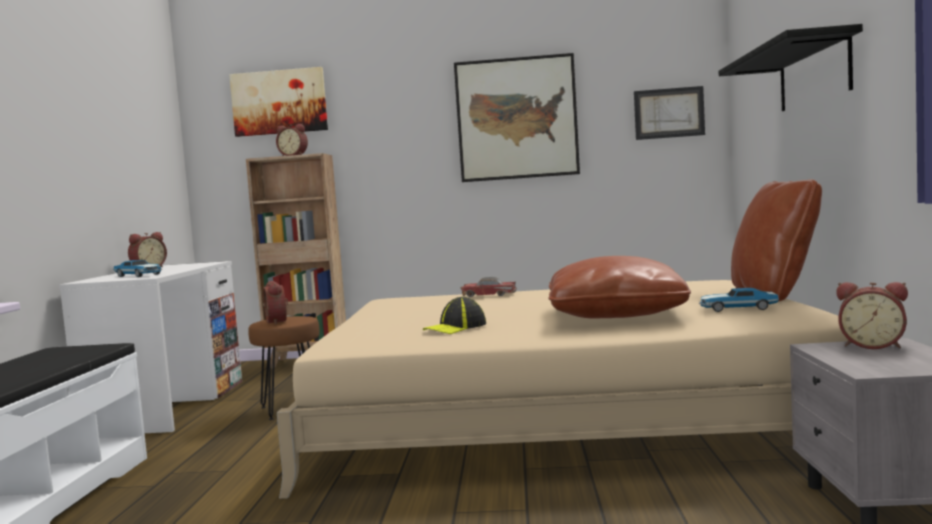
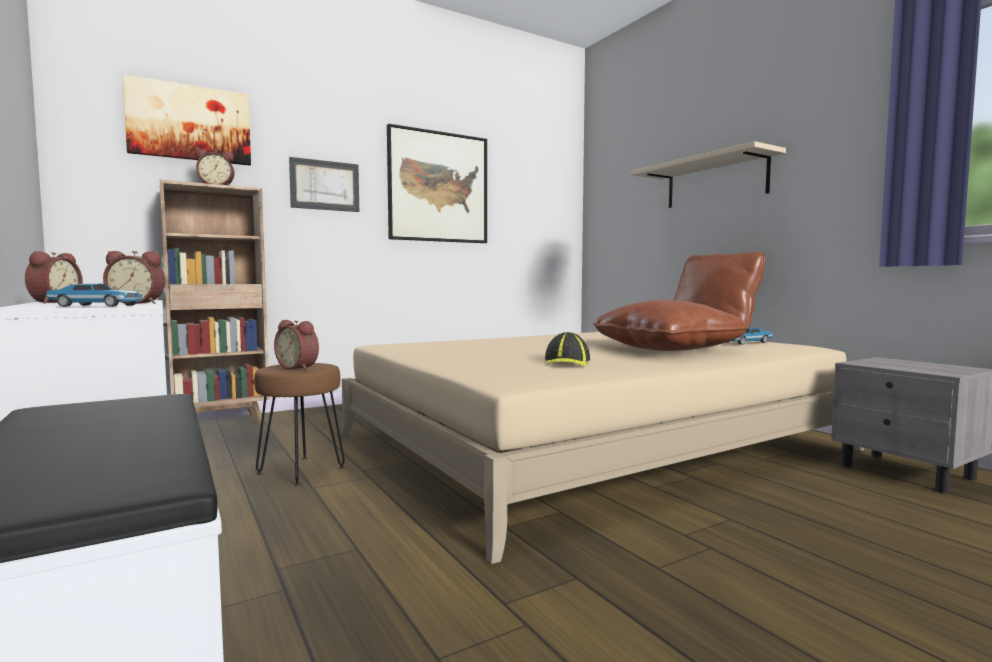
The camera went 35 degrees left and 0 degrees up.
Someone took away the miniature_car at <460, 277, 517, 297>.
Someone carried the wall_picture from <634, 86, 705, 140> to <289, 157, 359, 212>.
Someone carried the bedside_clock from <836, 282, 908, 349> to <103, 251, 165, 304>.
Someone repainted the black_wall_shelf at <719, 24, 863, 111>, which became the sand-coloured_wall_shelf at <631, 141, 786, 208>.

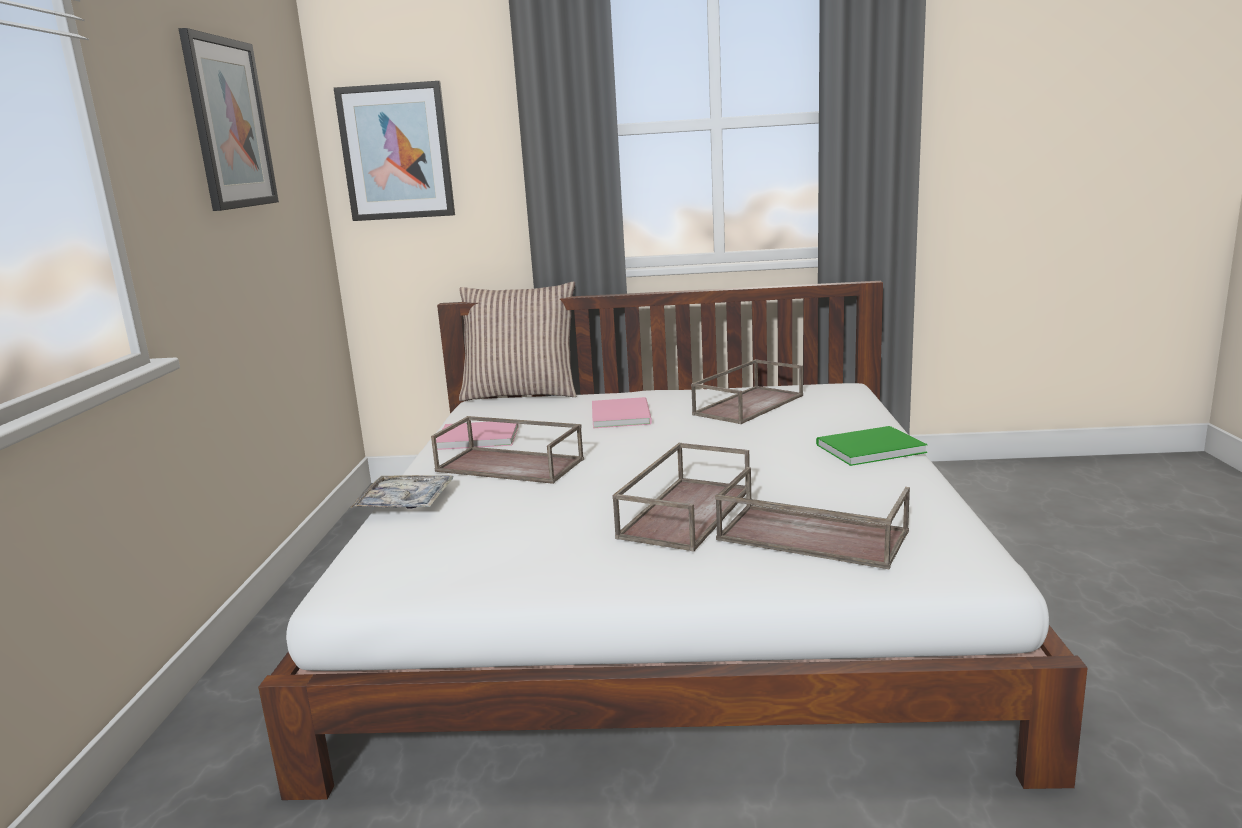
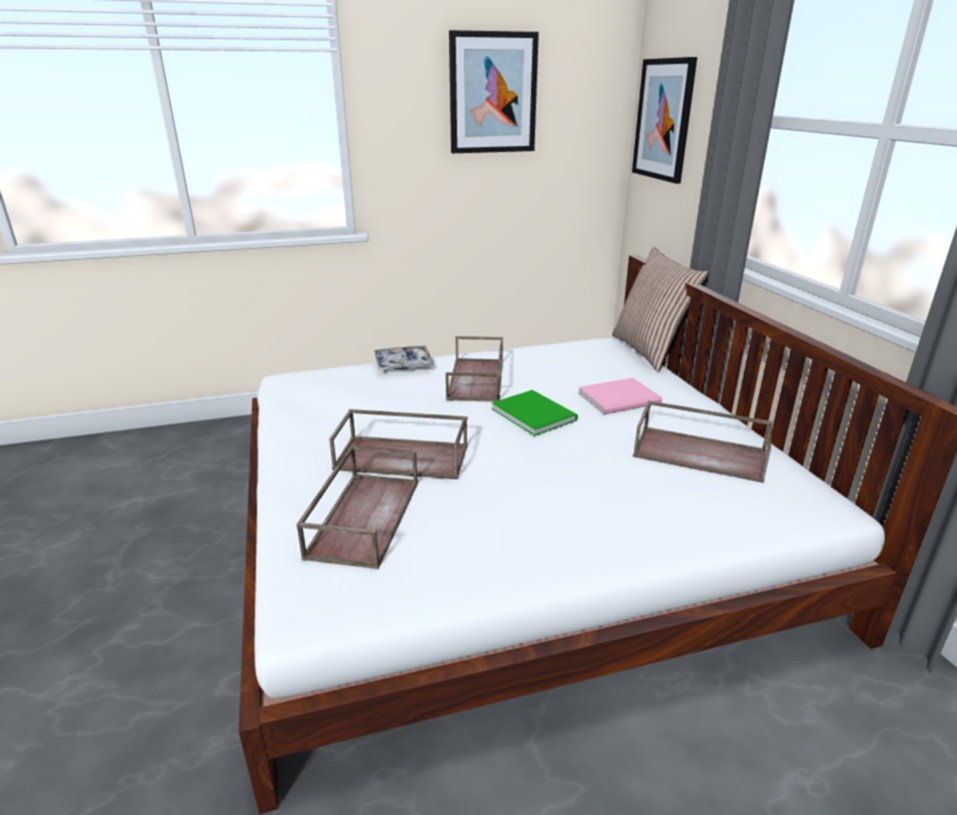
The camera went 70 degrees right and 10 degrees up.
Someone took away the pink-coloured_bound_book at <436, 422, 518, 450>.
Someone carried the greenish_bound_book from <816, 426, 927, 466> to <492, 390, 578, 436>.

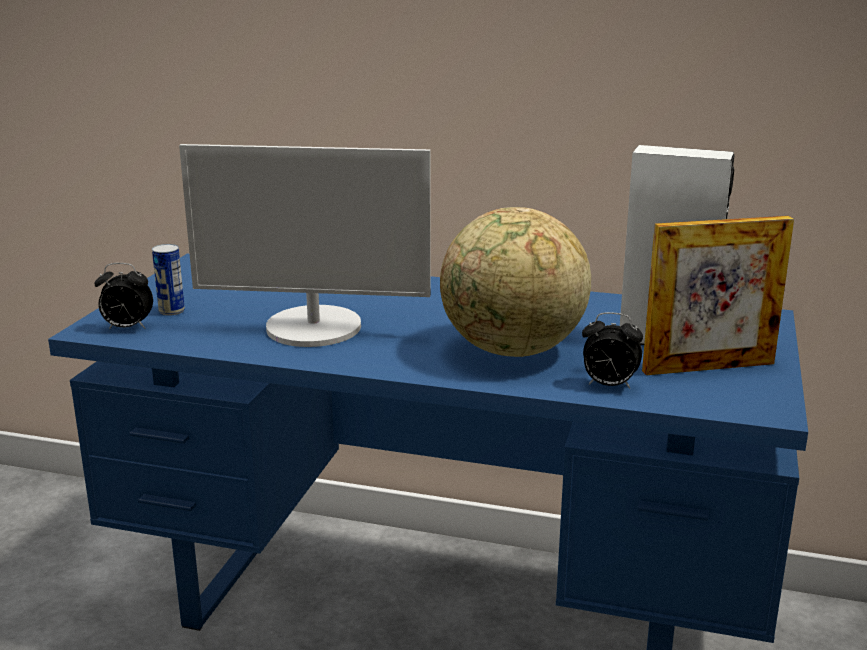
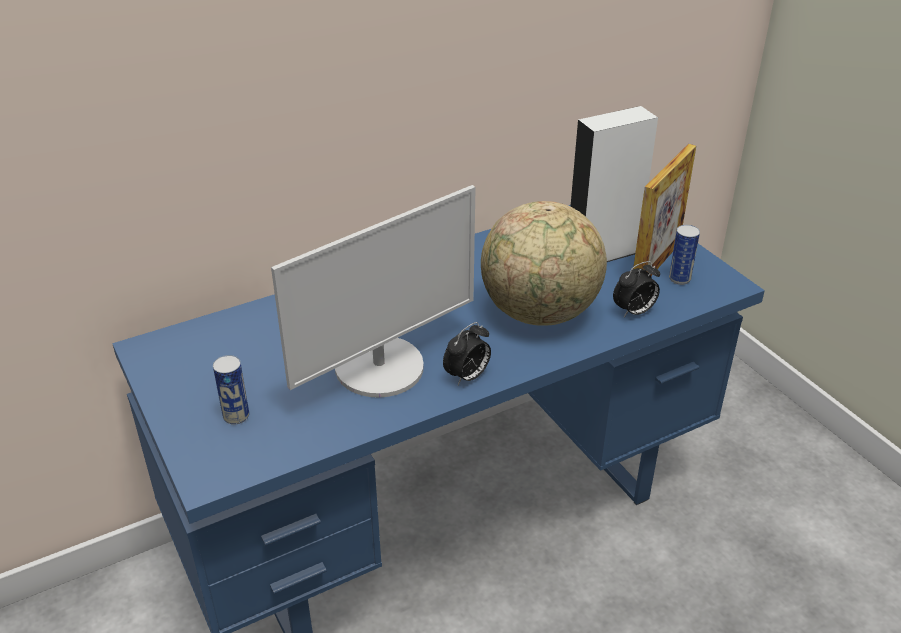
The camera went 45 degrees left and 15 degrees up.
Someone put down the sealed_can at <669, 225, 700, 285>.
Someone carried the bedside_clock from <94, 263, 153, 329> to <443, 322, 491, 385>.

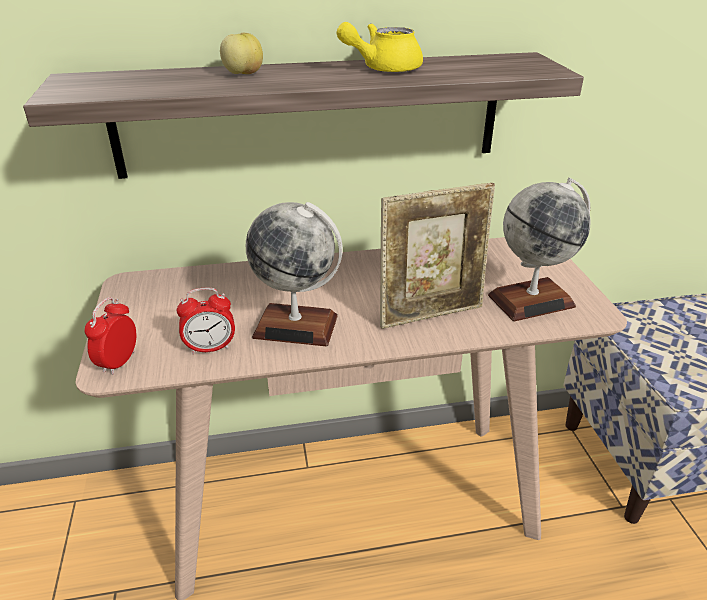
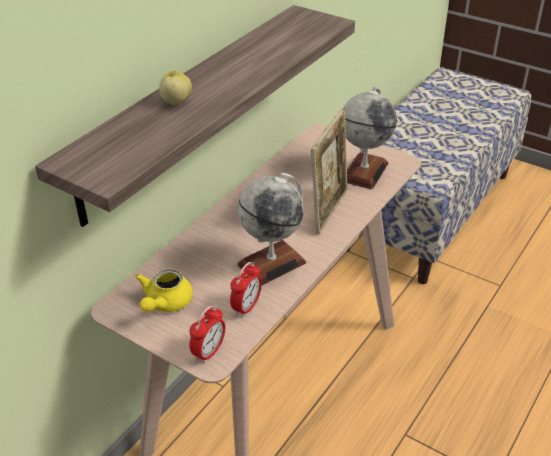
The camera went 45 degrees left and 5 degrees up.
Someone carried the yellowish_teapot from <336, 22, 423, 73> to <135, 269, 193, 312>.
Someone rotated the bedside_clock at <84, 297, 137, 375> by 120 degrees counterclockwise.

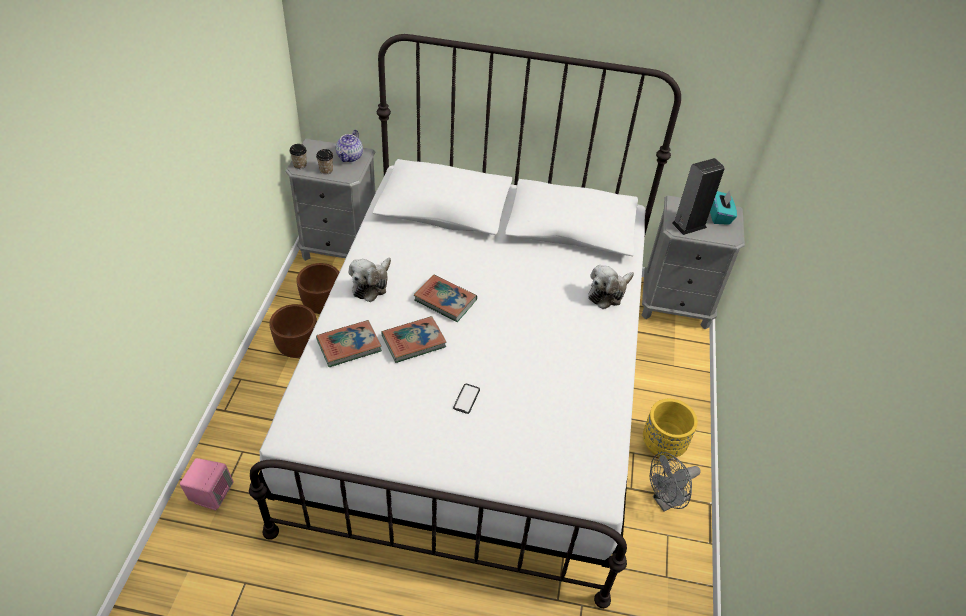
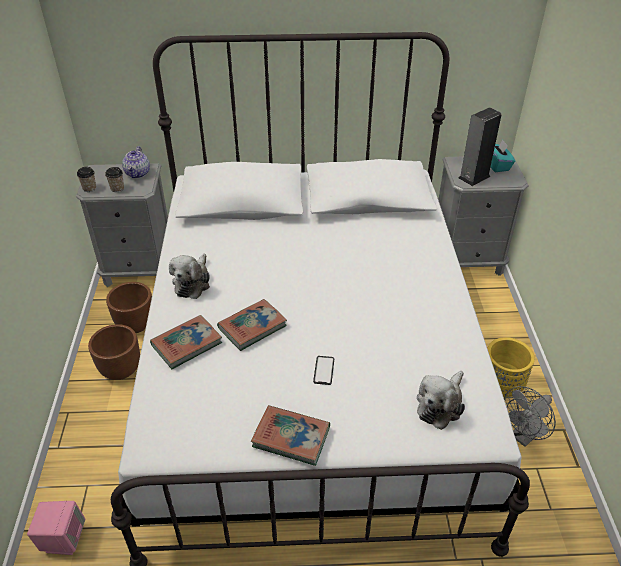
The camera went 10 degrees left and 5 degrees down.
Someone carried the bound_book from <414, 275, 477, 322> to <251, 405, 330, 466>.
Someone carried the cuddly_toy from <588, 265, 634, 309> to <417, 371, 465, 430>.

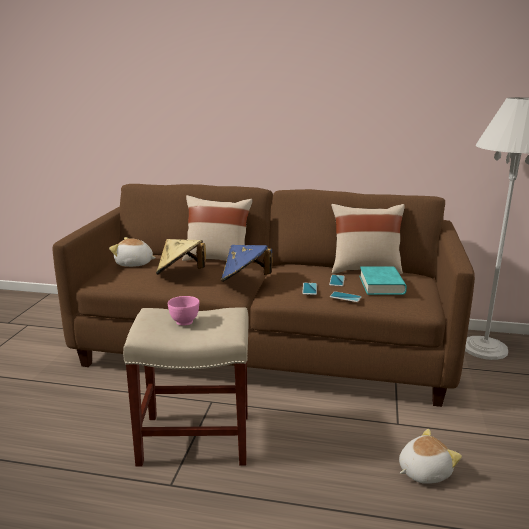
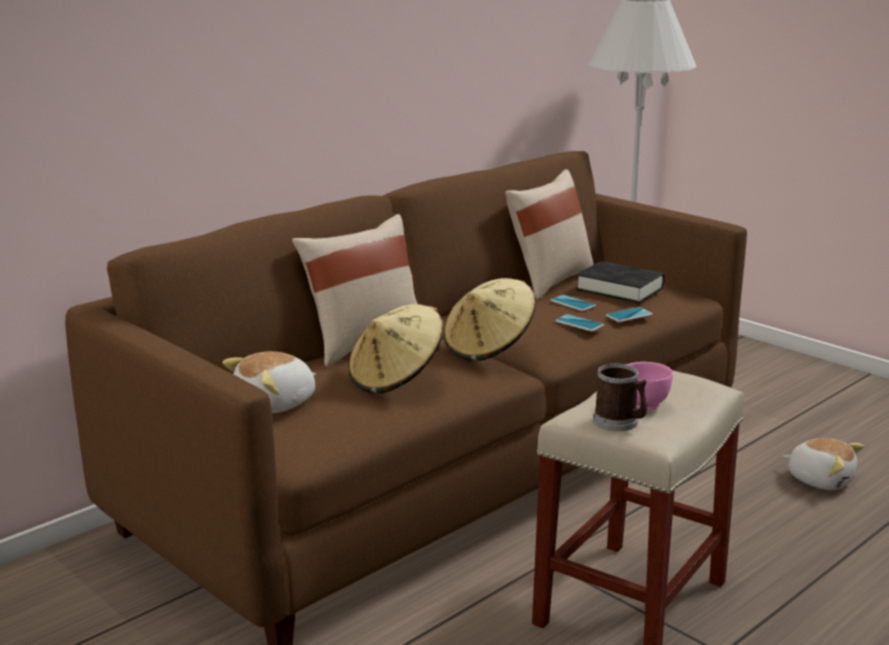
The camera went 55 degrees left and 0 degrees up.
Someone put down the tea_mug at <593, 364, 647, 431>.
Someone repainted the blue_wearable_hat at <221, 245, 272, 282>, which became the sand-coloured_wearable_hat at <444, 278, 536, 361>.
Someone repainted the turquoise_bound_book at <359, 267, 407, 295>, which became the black_bound_book at <576, 261, 665, 303>.
Someone rotated the cuddly_toy at <399, 429, 462, 484> by 120 degrees clockwise.

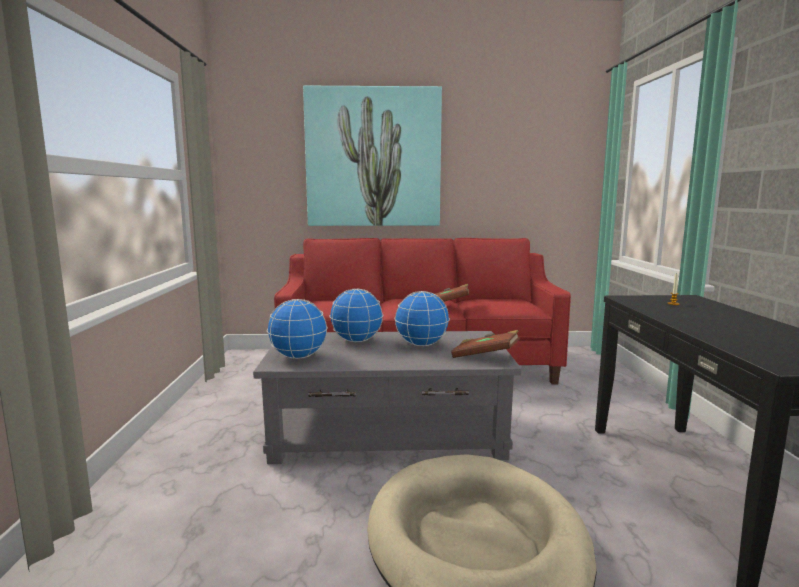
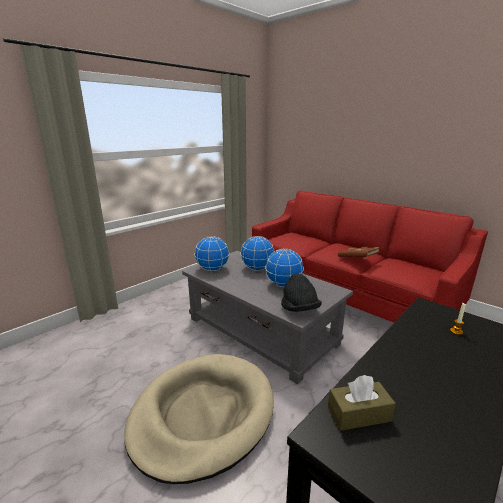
The camera went 45 degrees right and 10 degrees up.
Someone took away the wall_picture at <303, 86, 442, 226>.
Someone put down the brown_box_of_tissues at <328, 375, 396, 431>.
Someone swapped the brown_bound_book at <451, 330, 520, 358> for the black_wearable_hat at <281, 273, 322, 312>.

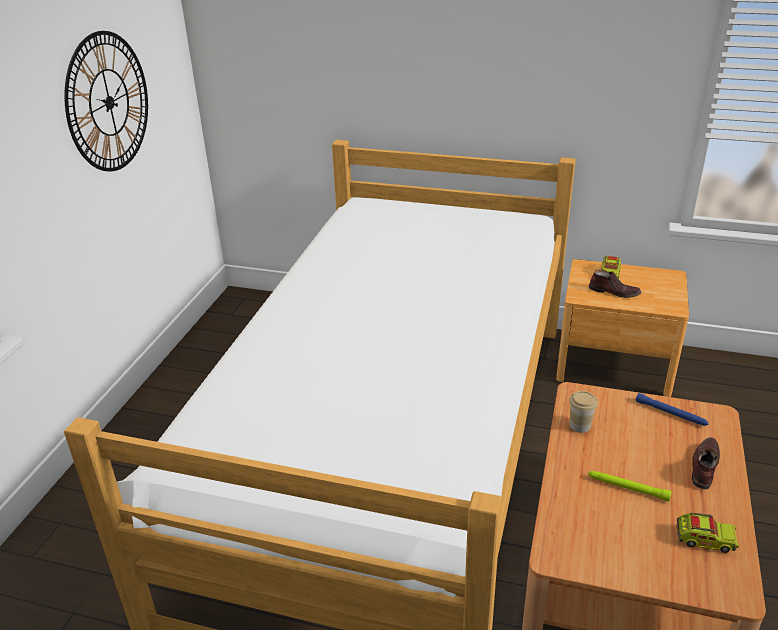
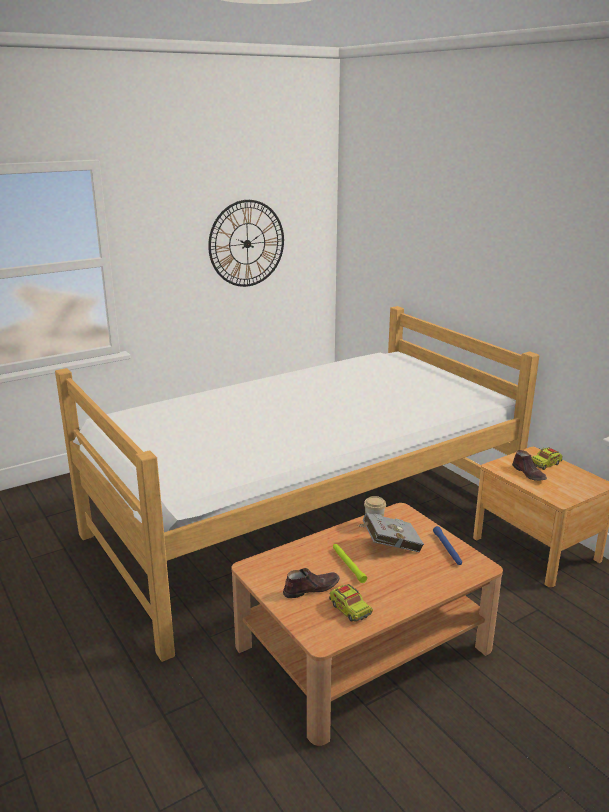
The camera went 40 degrees right and 10 degrees down.
Someone put down the greyish_bound_book at <359, 513, 424, 553>.
Someone carried the brown_item_of_footwear from <692, 438, 720, 490> to <283, 568, 340, 598>.

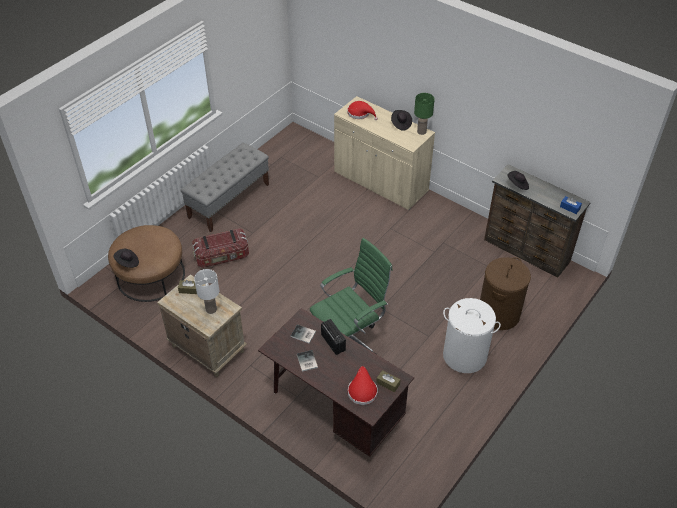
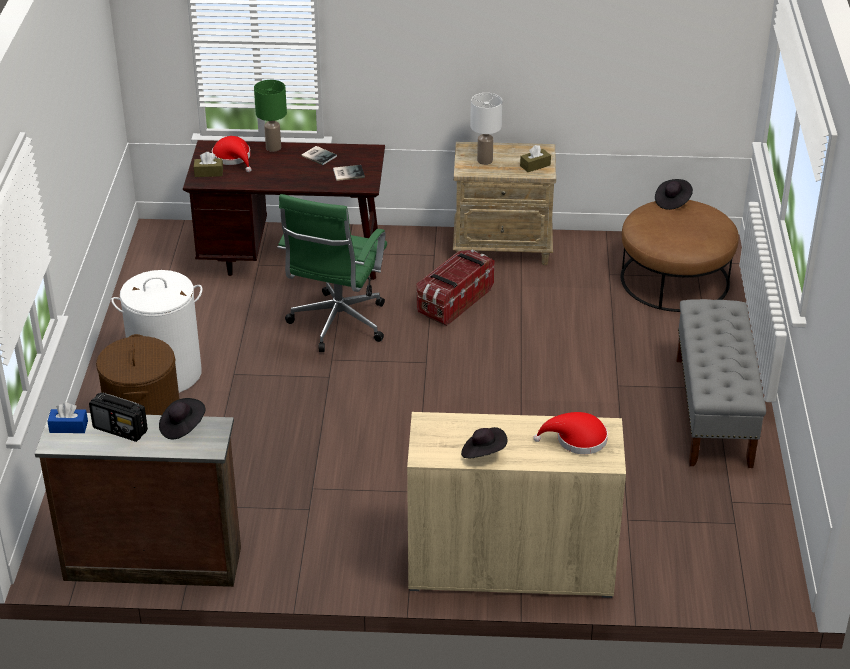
The camera went 145 degrees right and 10 degrees down.
Someone carried the storage_container from <192, 228, 249, 268> to <416, 250, 495, 326>.
Someone carried the radio_receiver from <321, 319, 346, 355> to <89, 392, 148, 442>.
Someone carried the greenish_table_lamp from <414, 93, 435, 135> to <254, 80, 287, 152>.

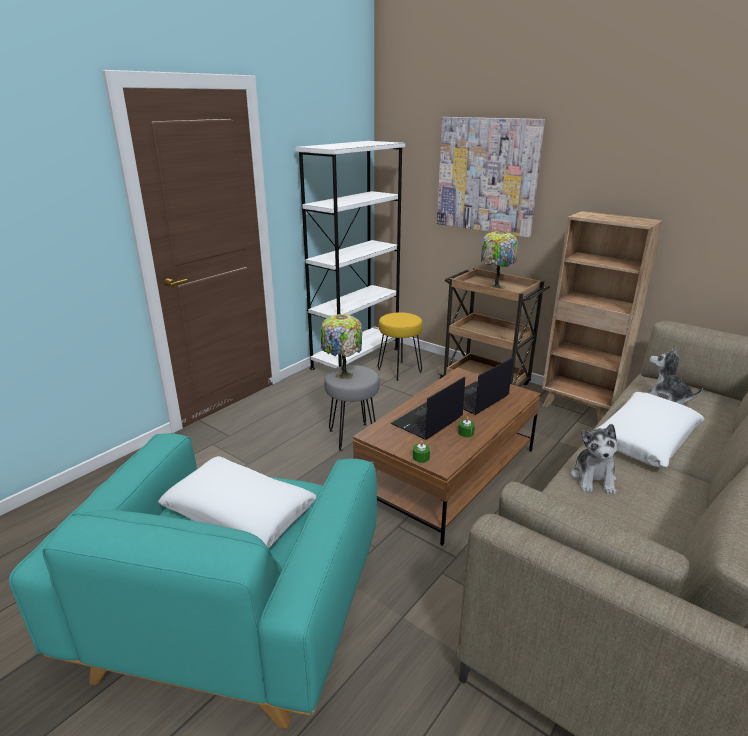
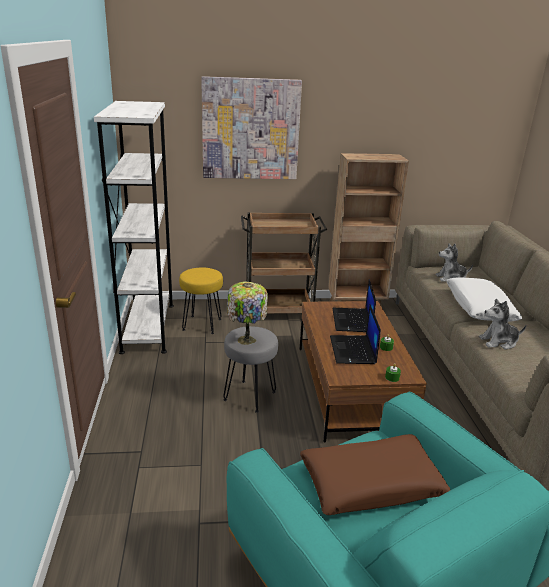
The camera went 45 degrees left and 0 degrees up.
Someone took away the table_lamp at <481, 231, 518, 289>.
Someone repainted the white_pillow at <158, 456, 316, 548>, which became the brown_pillow at <300, 434, 450, 515>.
Someone rotated the cuddly_toy at <571, 424, 617, 494> by 120 degrees clockwise.

